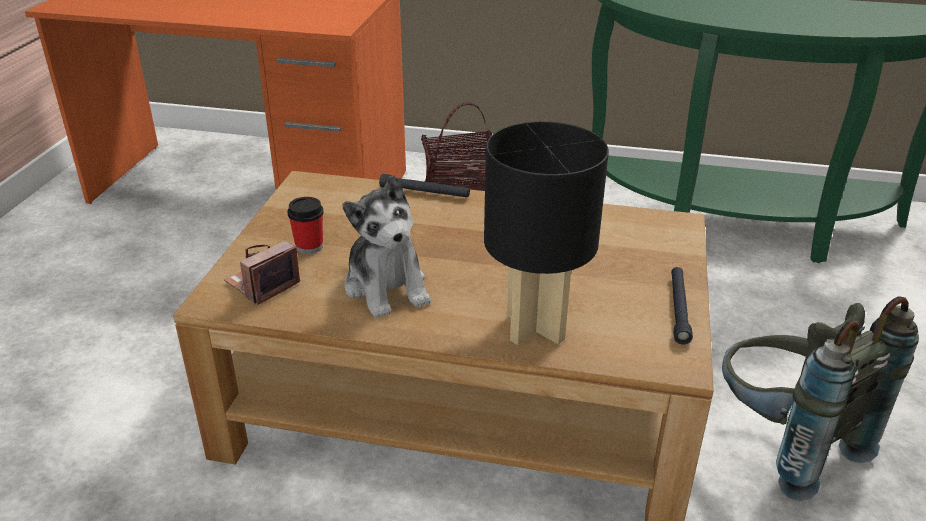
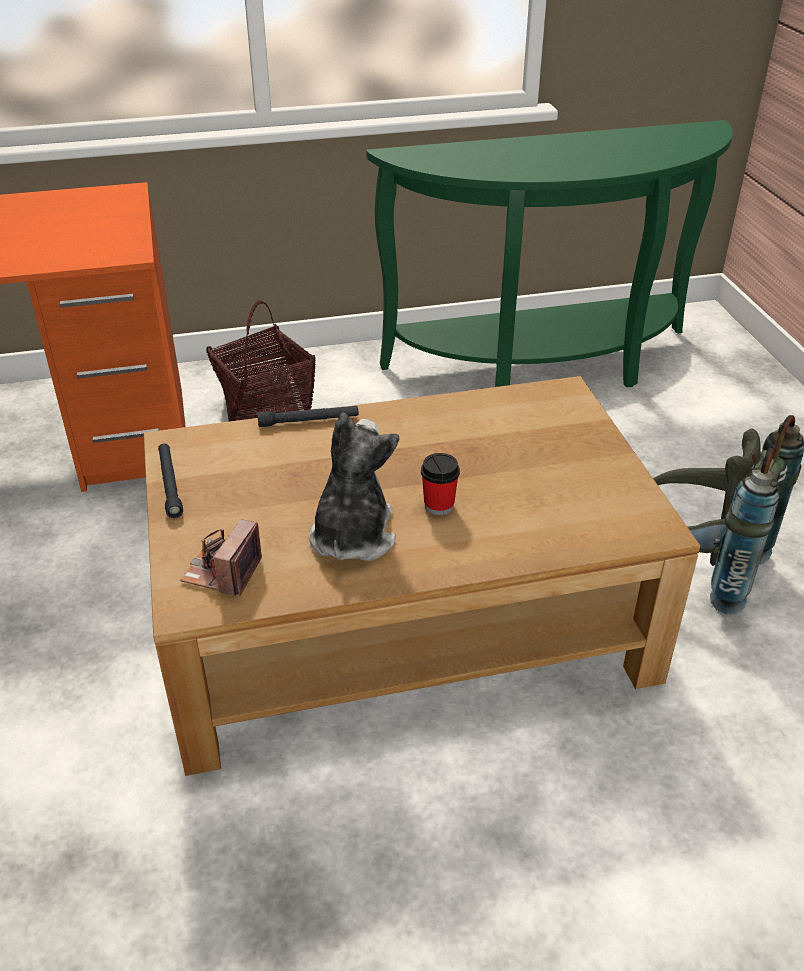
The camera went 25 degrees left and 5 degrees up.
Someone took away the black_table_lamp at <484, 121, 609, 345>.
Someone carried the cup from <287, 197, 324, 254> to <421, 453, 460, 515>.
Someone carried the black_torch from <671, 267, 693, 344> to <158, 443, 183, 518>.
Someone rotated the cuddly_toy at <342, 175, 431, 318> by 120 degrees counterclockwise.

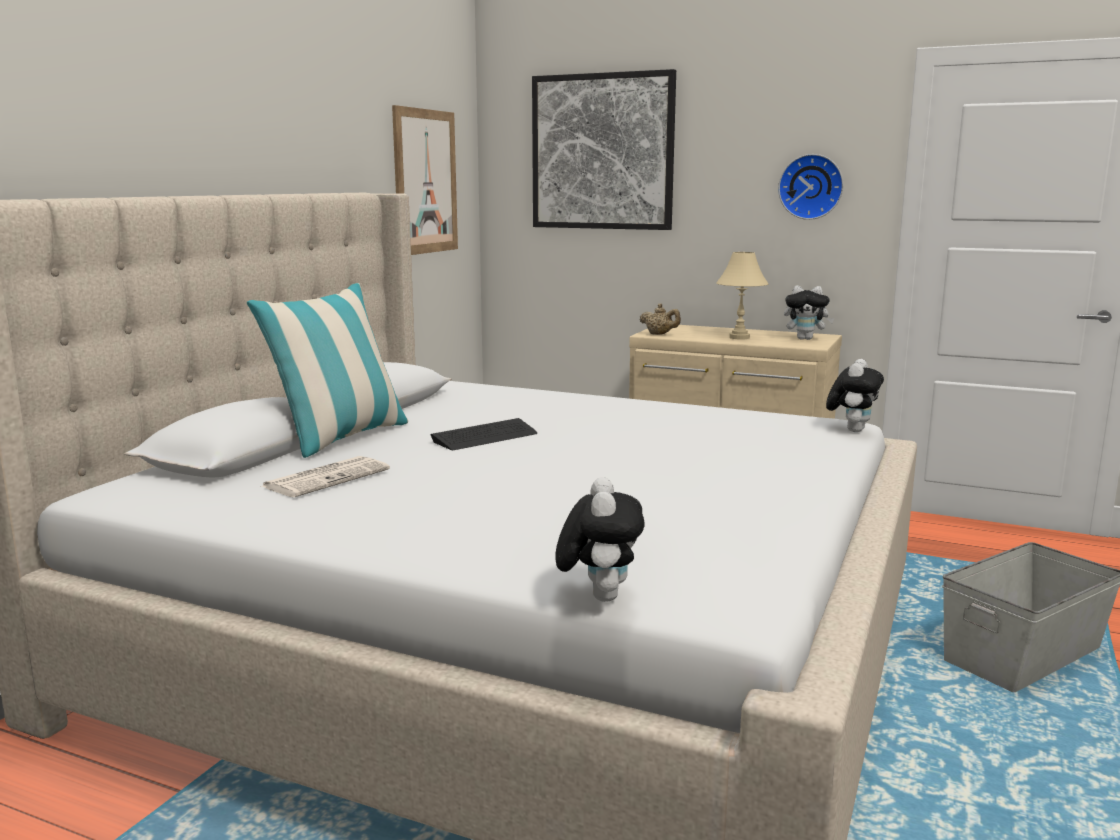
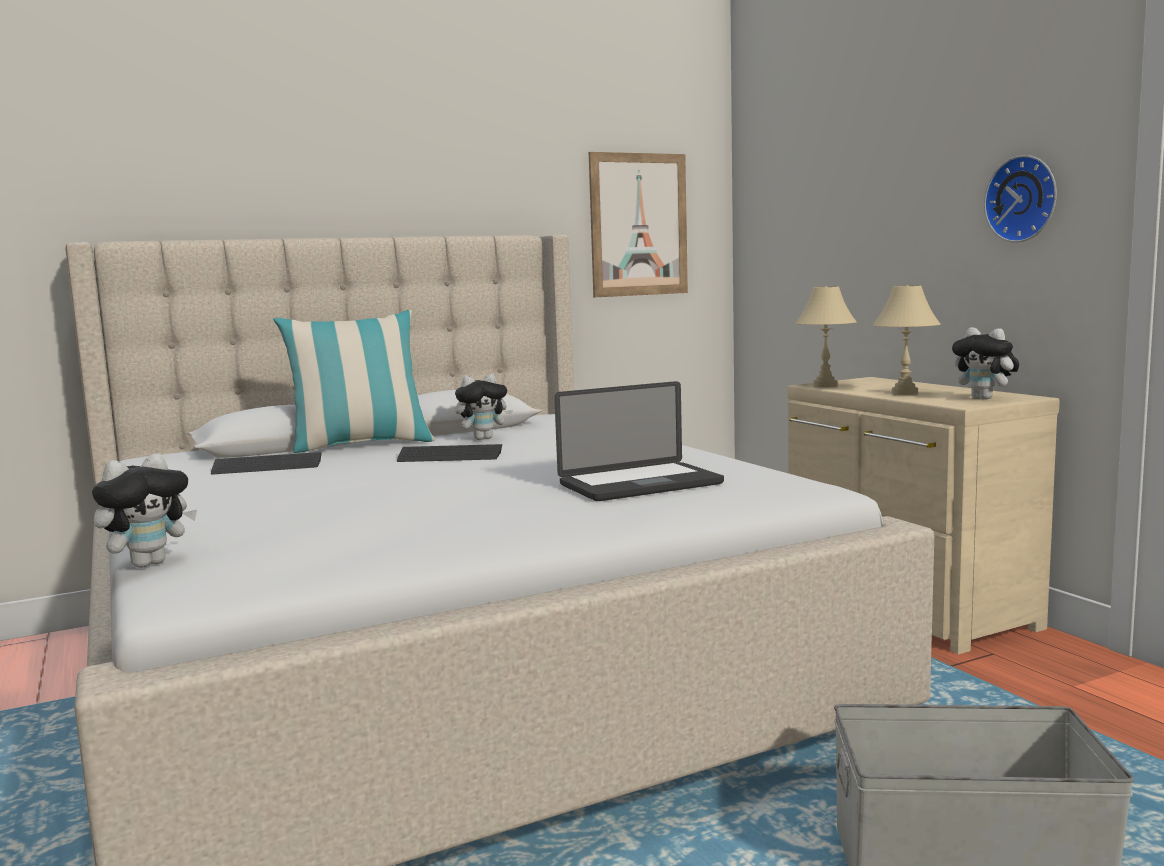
The camera went 40 degrees right and 5 degrees down.
Someone took away the wall_picture at <532, 69, 676, 230>.
Someone put down the notebook_computer at <554, 381, 724, 501>.
Someone carried the cuddly_toy from <826, 359, 884, 432> to <455, 374, 513, 440>.
Someone swapped the printed_paper at <260, 456, 390, 497> for the keyboard at <211, 452, 322, 475>.
Someone swapped the sand-coloured_teapot at <639, 303, 681, 335> for the sand-coloured_table_lamp at <795, 286, 857, 387>.

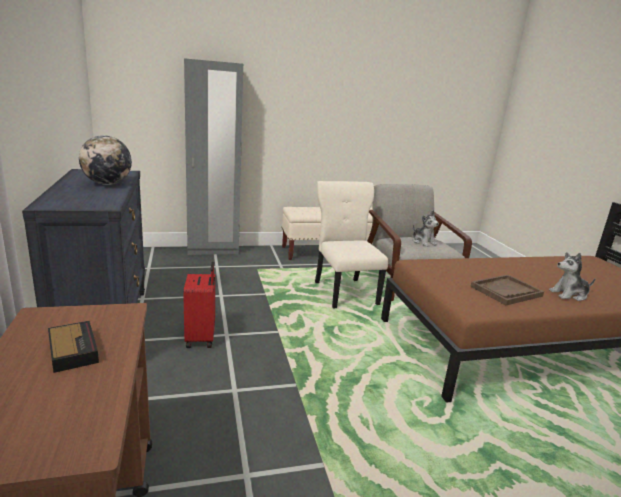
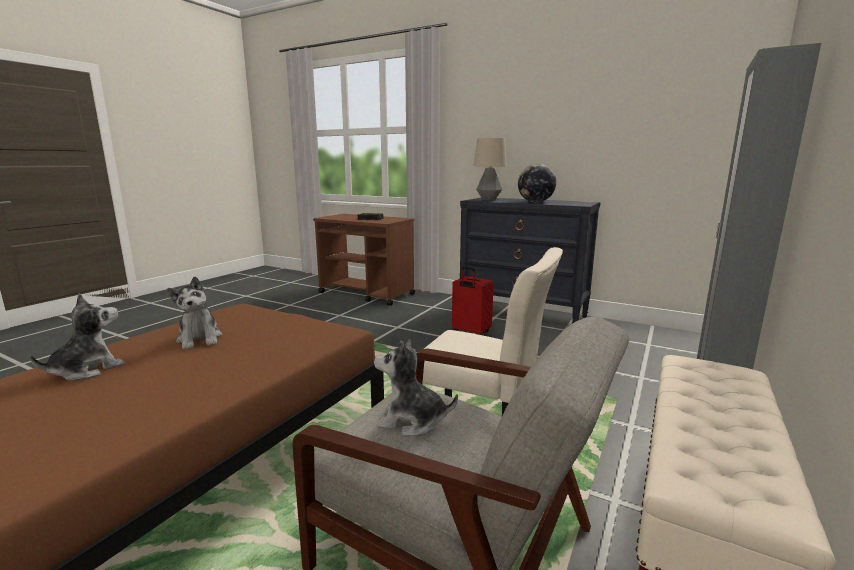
The camera went 135 degrees right and 5 degrees down.
Someone put down the table_lamp at <474, 138, 507, 200>.
Someone swapped the brown_carrying_tray at <470, 275, 544, 305> for the cuddly_toy at <167, 276, 222, 349>.

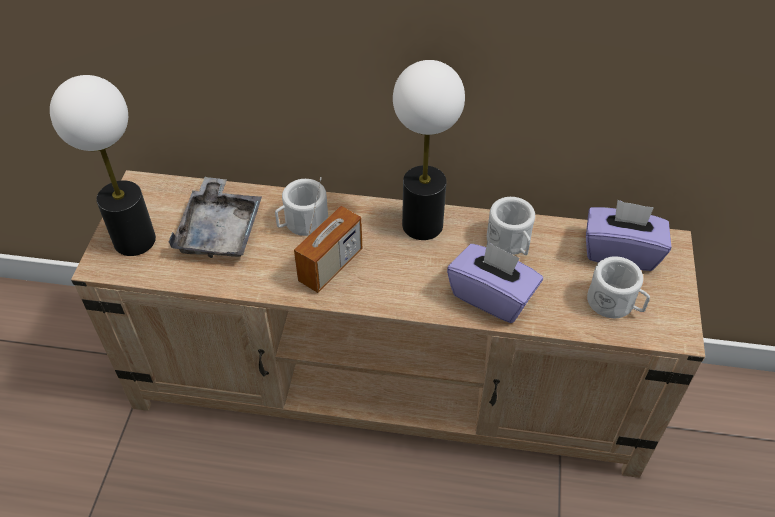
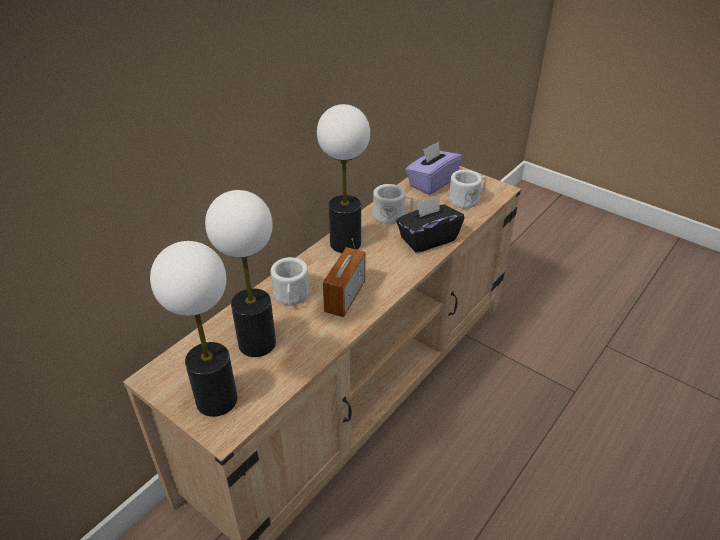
The camera went 60 degrees left and 10 degrees down.
Someone swapped the greyish_carrying_tray at <169, 177, 262, 258> for the table_lamp at <205, 190, 276, 357>.
Someone repainted the purple_box_of_tissues at <447, 241, 543, 323>, which became the black_box_of_tissues at <396, 196, 464, 253>.
Someone rotated the radio_receiver at <294, 177, 362, 293> by 135 degrees counterclockwise.

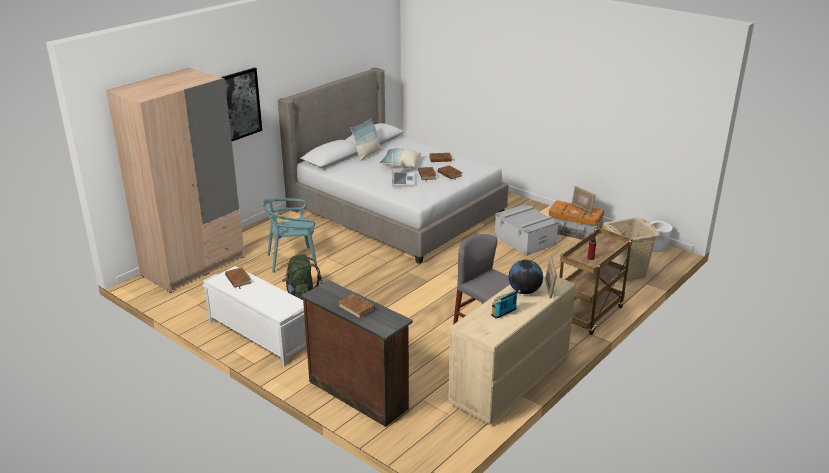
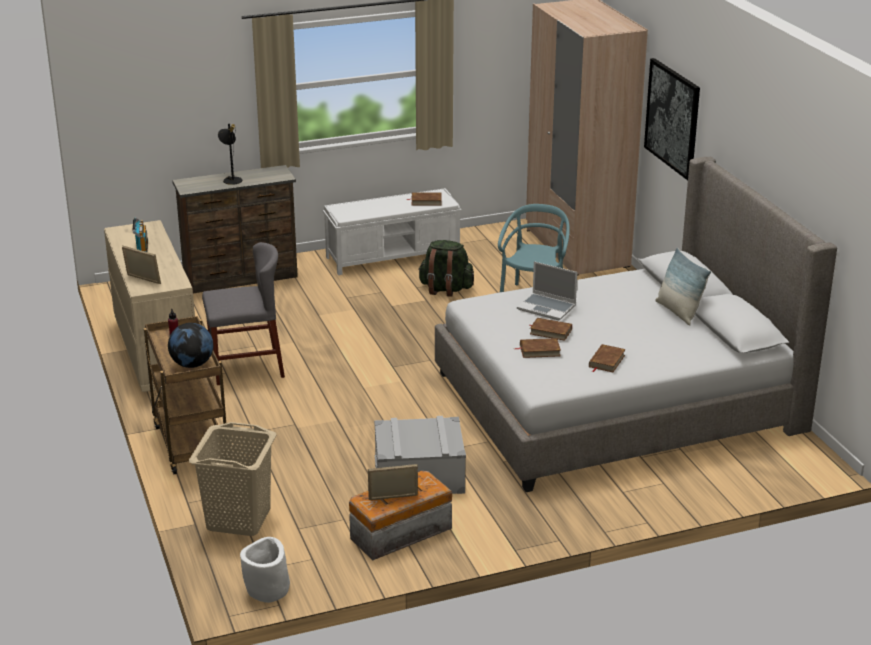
The camera went 120 degrees right and 0 degrees up.
Someone took away the pillow at <379, 148, 421, 168>.
Someone carried the globe from <509, 260, 543, 294> to <168, 323, 213, 368>.
Someone swapped the brown_bound_book at <338, 294, 375, 319> for the black_table_lamp at <218, 124, 242, 185>.

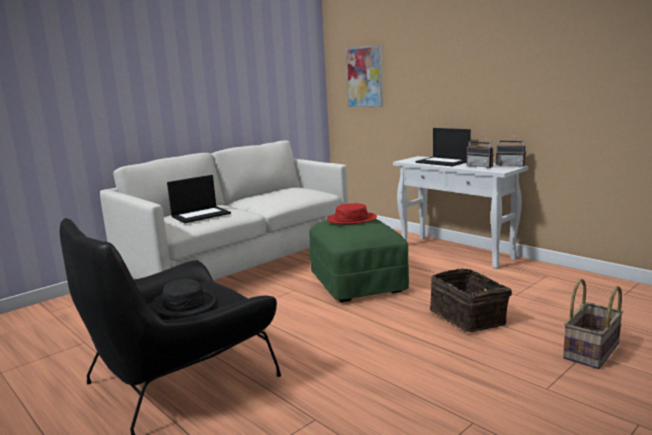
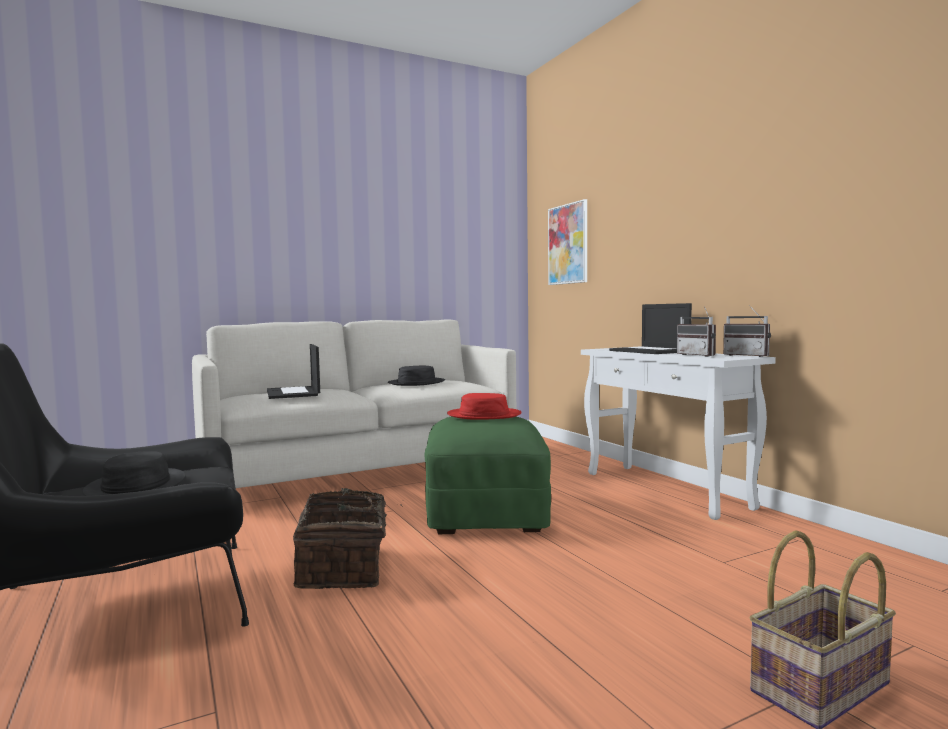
The camera went 15 degrees right and 10 degrees down.
Someone put down the black_wearable_hat at <388, 366, 445, 386>.
Someone carried the household_basket from <430, 269, 512, 332> to <293, 488, 404, 589>.
Someone rotated the notebook_computer at <167, 175, 231, 223> by 90 degrees clockwise.

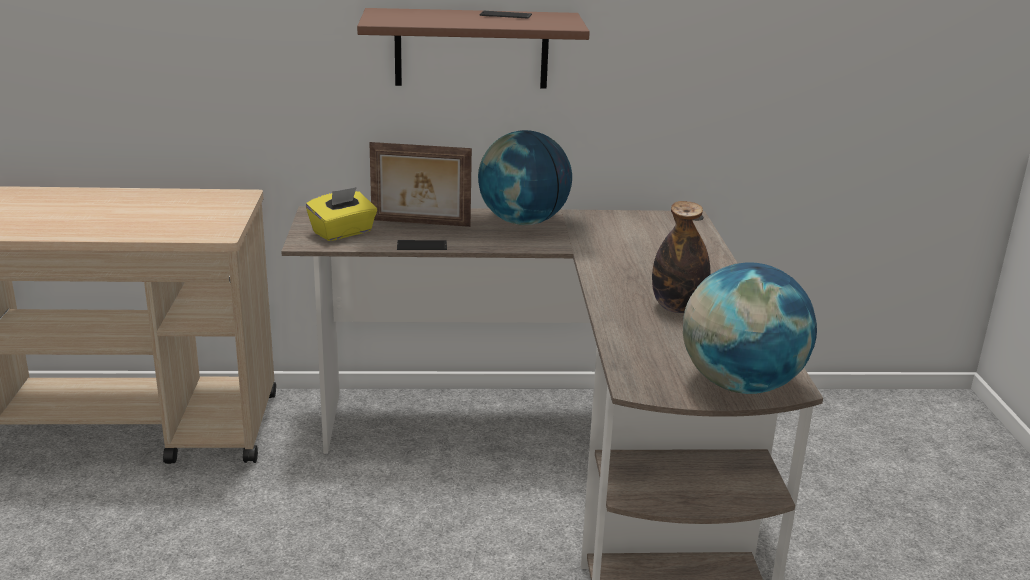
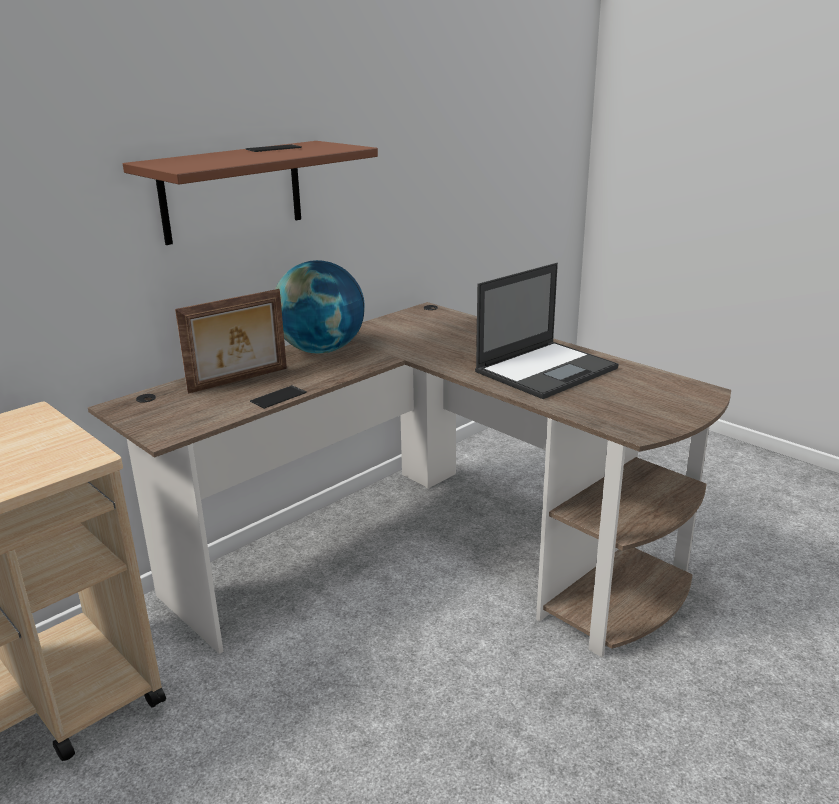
The camera went 40 degrees left and 0 degrees up.
Someone took away the yellowish_box_of_tissues at <306, 187, 377, 241>.
Someone took away the globe at <683, 262, 817, 394>.
Someone swapped the bottle at <652, 201, 710, 313> for the notebook_computer at <475, 263, 619, 399>.

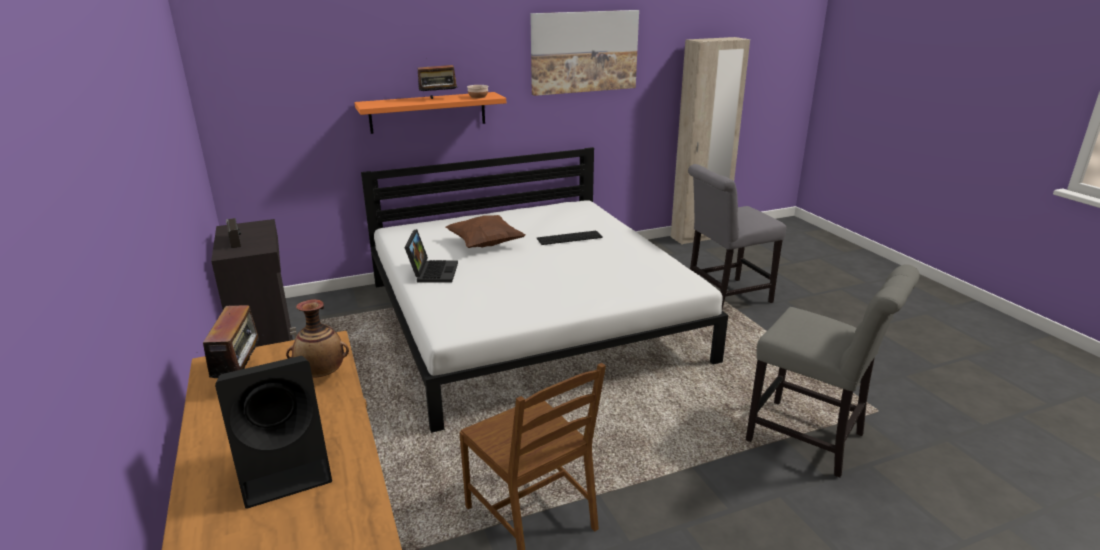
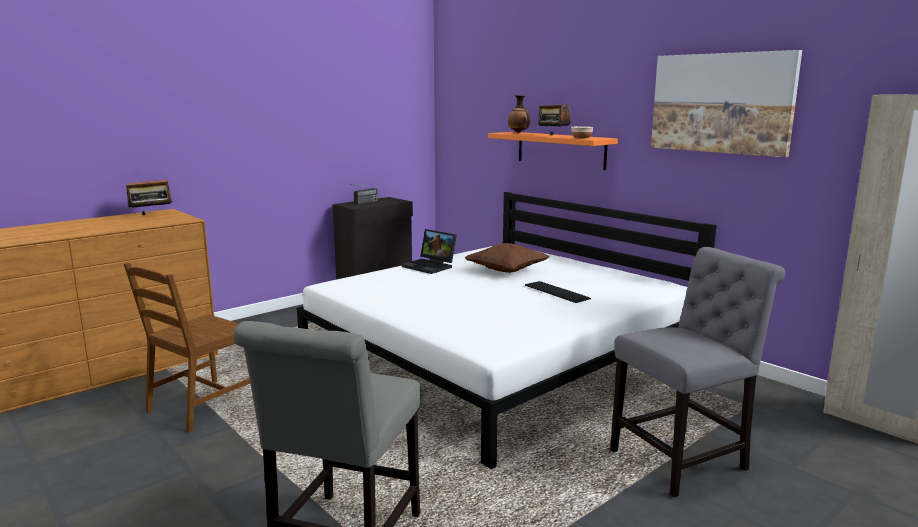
The camera went 70 degrees right and 10 degrees down.
Someone took away the black_audio_speaker at <215, 356, 332, 509>.
Someone carried the vase from <286, 299, 349, 377> to <508, 95, 530, 133>.
Someone rotated the notebook_computer at <404, 229, 458, 283> by 60 degrees clockwise.
Someone rotated the greyish_upright_chair at <688, 164, 786, 309> by 105 degrees clockwise.

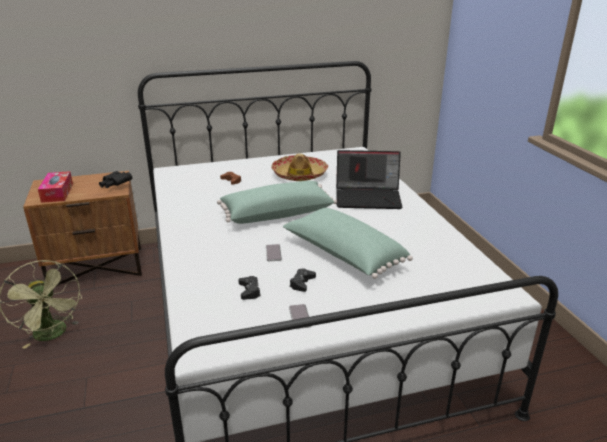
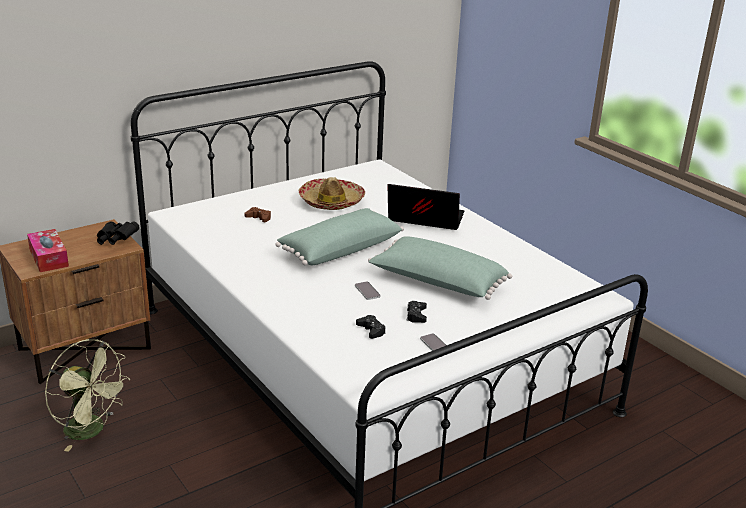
The camera went 20 degrees left and 0 degrees up.
Someone rotated the notebook_computer at <336, 150, 402, 209> by 150 degrees counterclockwise.

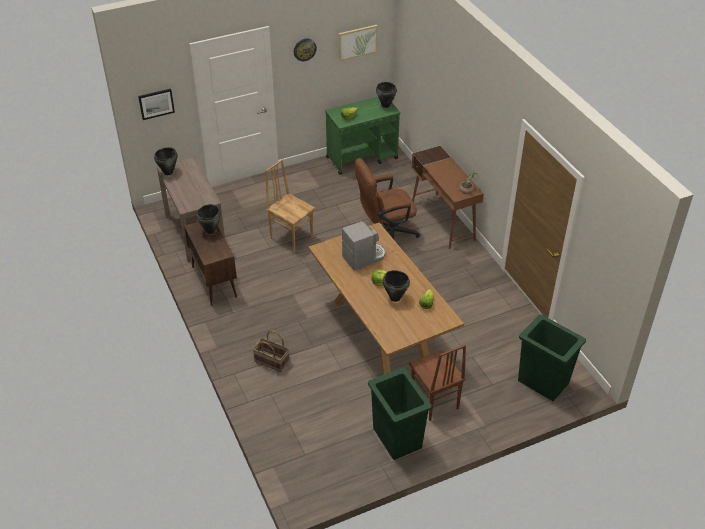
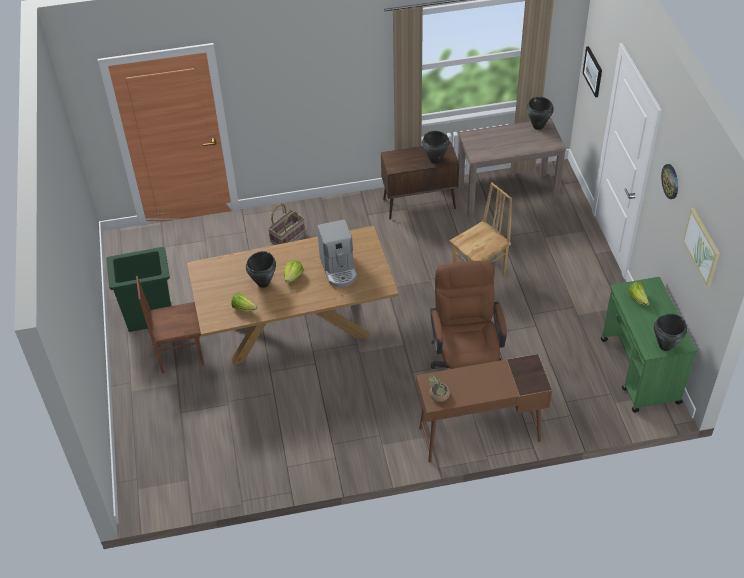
The camera went 105 degrees right and 5 degrees up.
Someone took away the greenish_rubbish_bin at <518, 314, 586, 401>.

